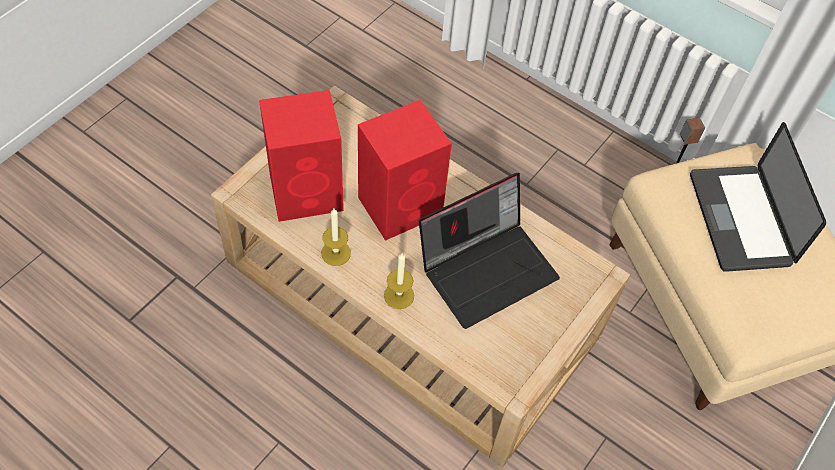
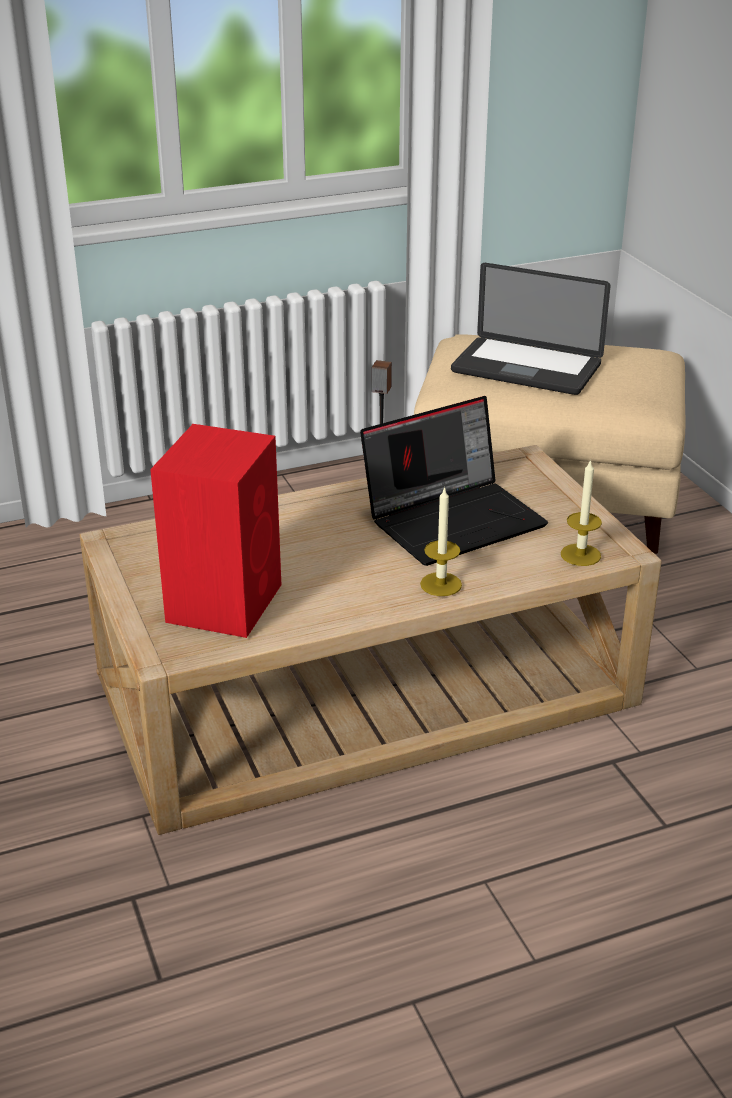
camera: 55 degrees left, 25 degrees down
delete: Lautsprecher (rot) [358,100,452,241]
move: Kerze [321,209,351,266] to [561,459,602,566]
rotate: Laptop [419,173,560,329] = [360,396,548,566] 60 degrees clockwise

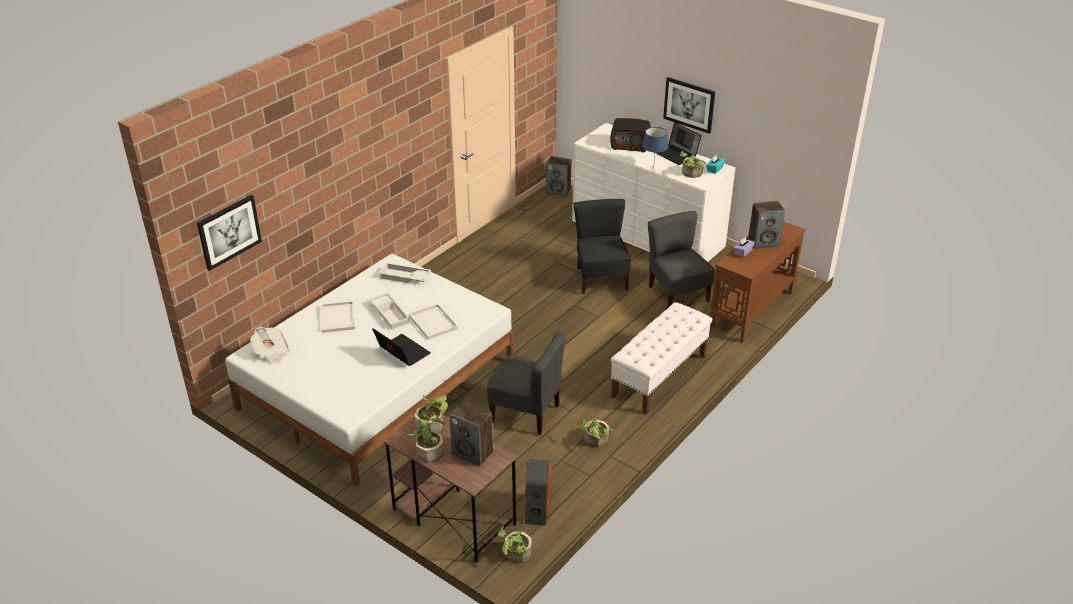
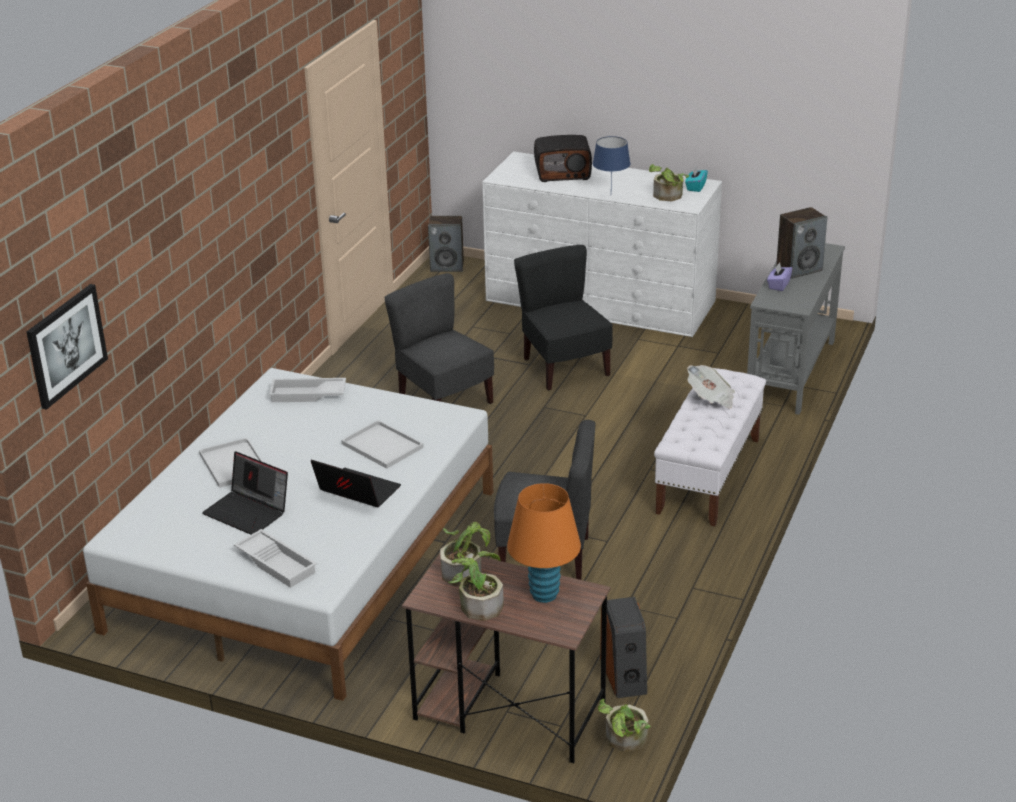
camera: 15 degrees left, 5 degrees down
delete: Topfpflanze [581,419,614,447]; Bild [663,77,715,134]
move: Zeitung [250,327,290,364] to [687,365,735,409]; Tablett (weiß) [370,292,410,329] to [234,529,317,588]; Stuhl (grau) [648,211,715,309] to [384,273,494,404]; Laptop [654,122,702,165] to [202,451,288,535]
replace: Lautsprecher [449,401,493,466] to Tischlampe (orange) [507,483,581,603]
recolor: Konsolentisch (braun) [710,222,806,343] to Konsolentisch (grau) [747,243,845,415]

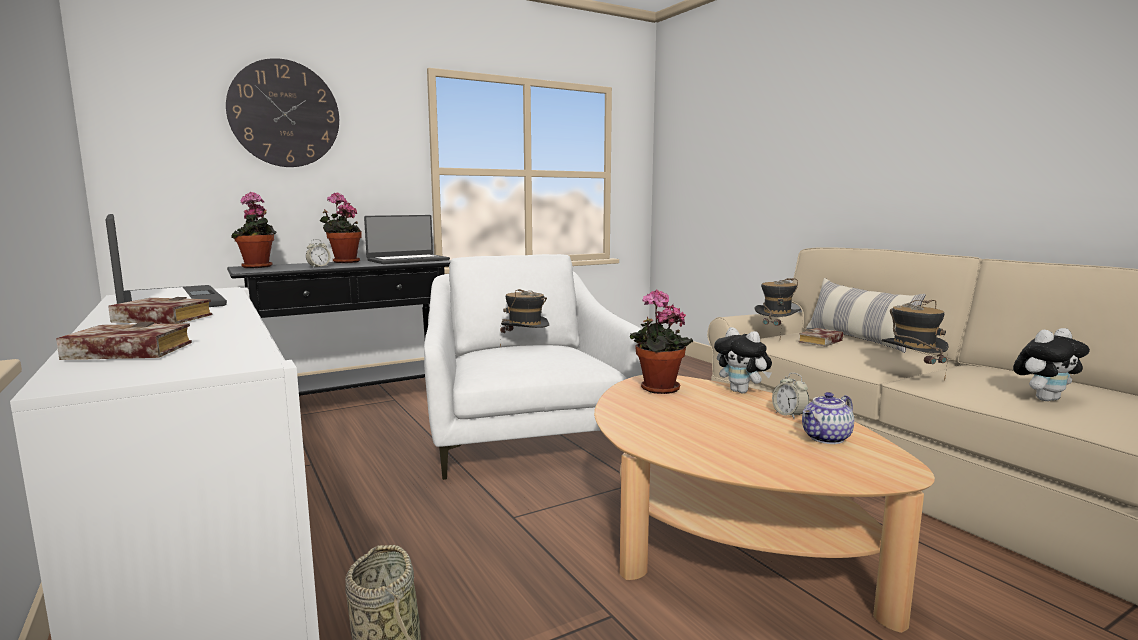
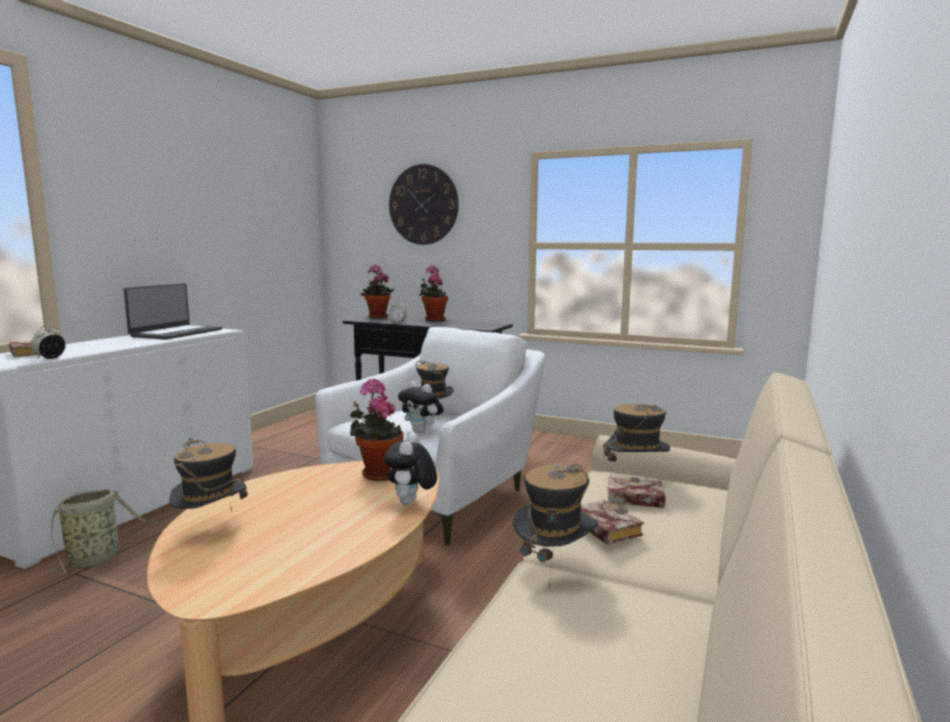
camera: 55 degrees right, 0 degrees up
delete: Laptop [364,215,450,264]; Teekanne [802,392,854,444]; Kissen [806,278,926,353]
insert: Hut [169,438,248,513]
move: Buch [108,297,212,324] to [581,500,644,545]; Wecker [772,373,809,419] to [31,325,65,359]; Plüschtier [1013,328,1090,401] to [398,381,444,433]

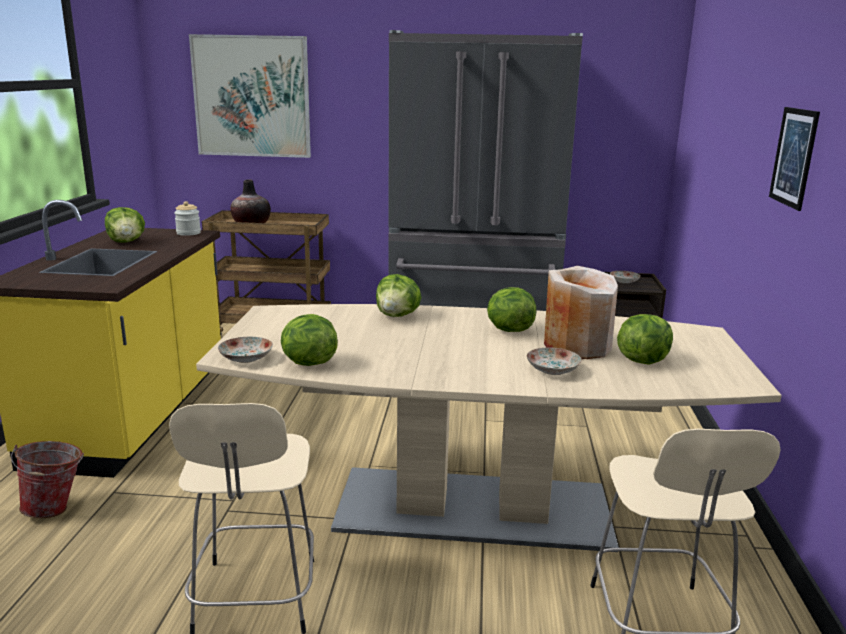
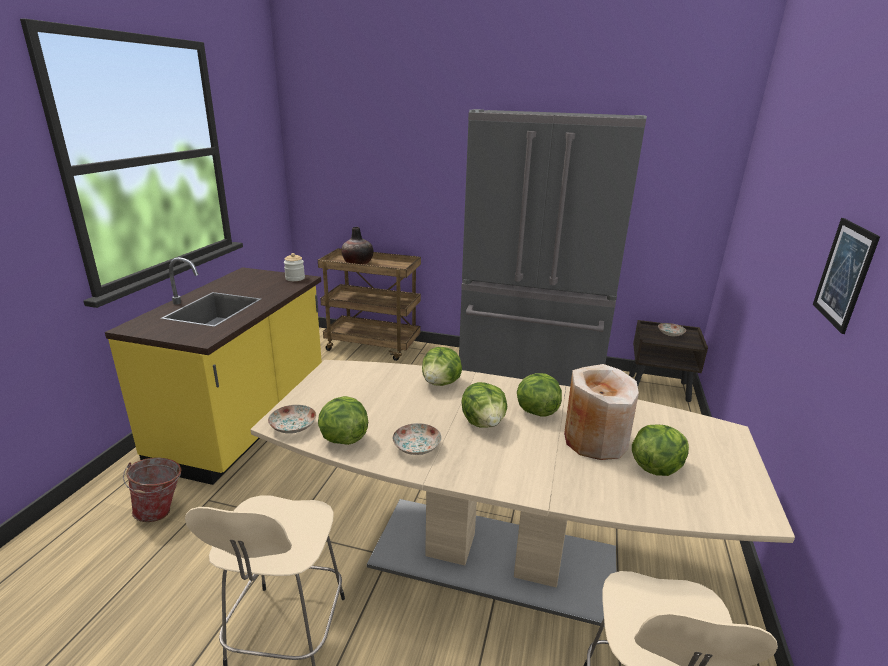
camera: 10 degrees right, 5 degrees up
delete: Bild [189,34,311,158]
move: Salatkopf [105,207,145,243] to [461,382,507,428]; Teller [527,347,581,375] to [392,423,442,455]

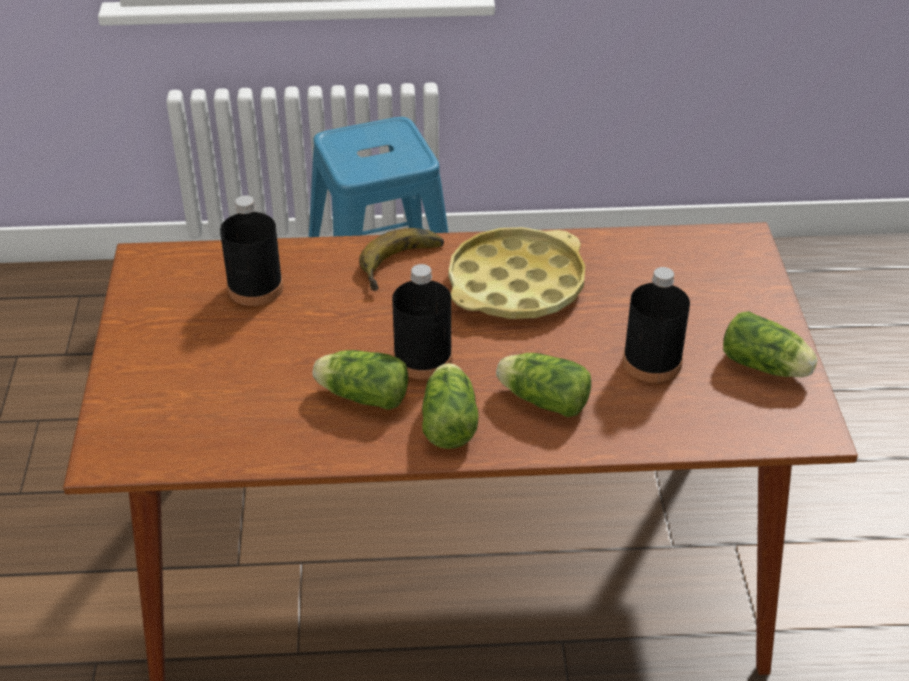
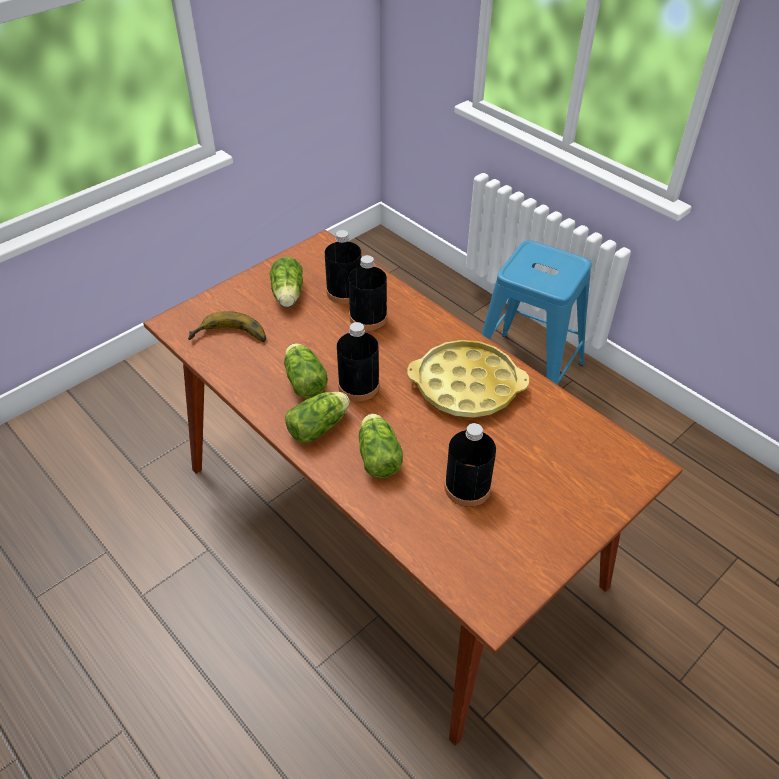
camera: 50 degrees right, 5 degrees up
insert: Flasche (schwarz) [349,255,387,331]
move: Banane [359,228,444,291] to [188,311,266,342]; Salatkopf [723,311,818,377] to [270,257,303,307]

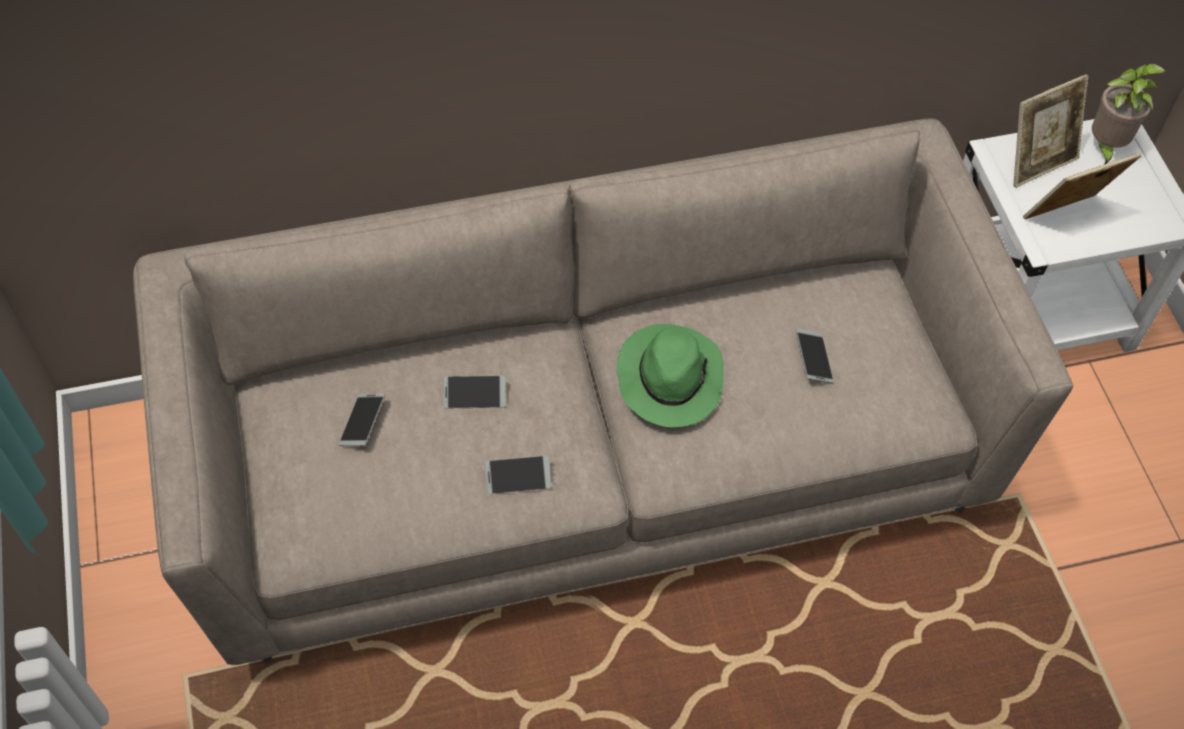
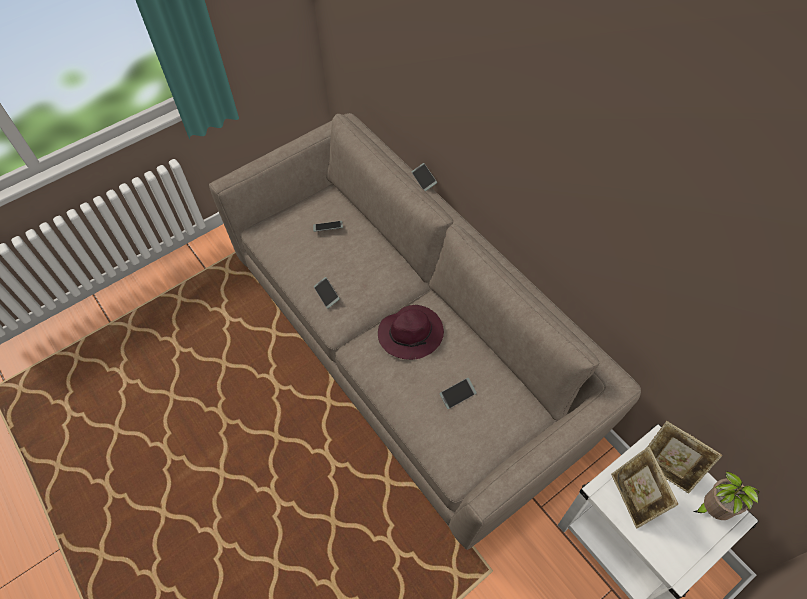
camera: 70 degrees right, 0 degrees up
move: Handy [444,376,506,408] to [412,163,437,192]
recolor: Hut (grün) [617,324,724,427] to Hut (lila) [378,305,444,360]
rotate: Bilderrahmen [1023,153,1141,219] = [611,447,678,529] 150 degrees counterclockwise

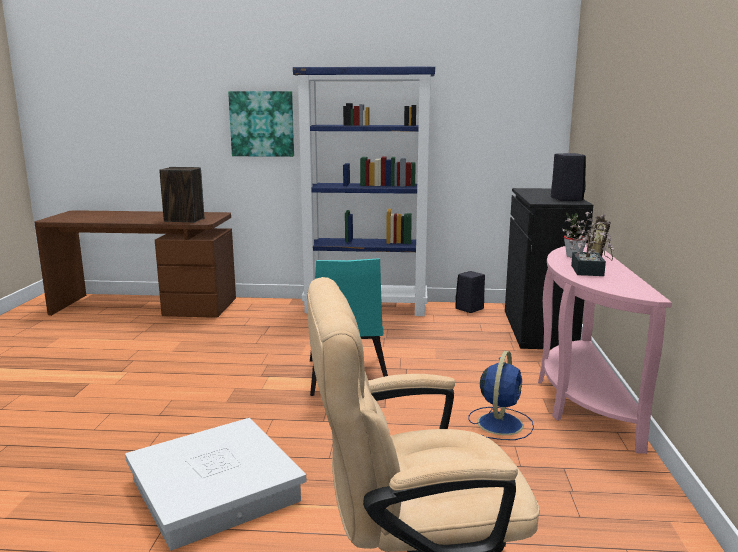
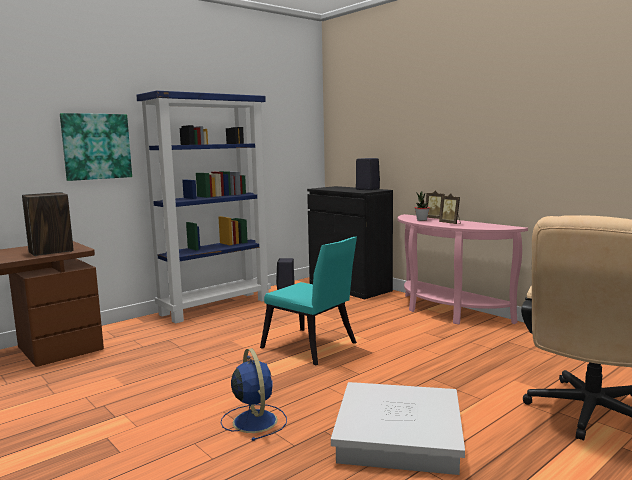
camera: 45 degrees left, 5 degrees down
move: Ventilator (blau) [469,351,534,440] to [221,348,287,441]
replace: Topfpflanze [562,211,614,276] to Bilderrahmen [439,193,461,224]

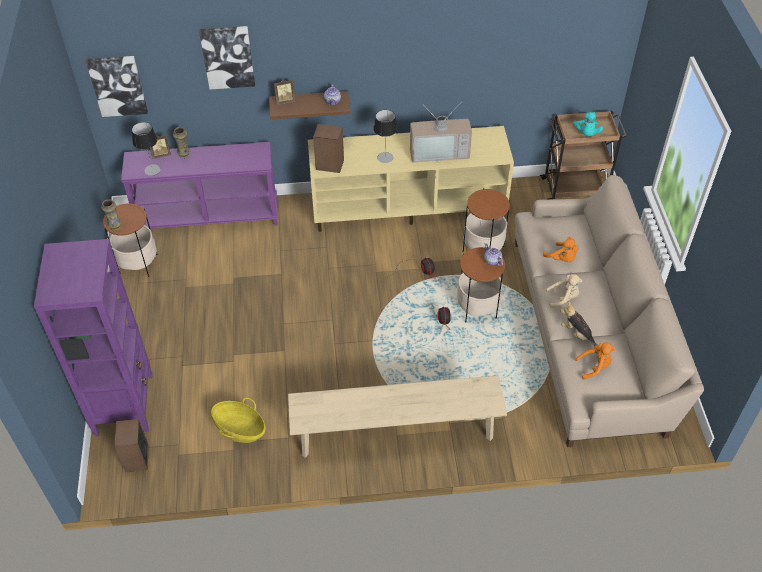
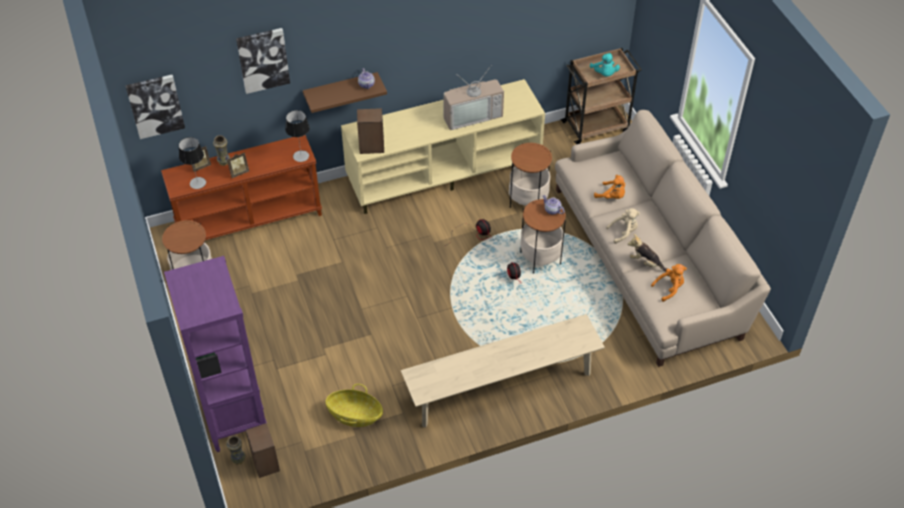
camera: 15 degrees left, 0 degrees up
move: Vase [101,199,121,231] to [226,436,245,465]; Bilderrahmen [274,80,296,105] to [227,152,249,178]; Tischlampe [373,110,398,163] to [285,110,310,162]
recolor: Konsolentisch (lila) [121,142,278,229] to Konsolentisch (braun) [161,135,322,240]

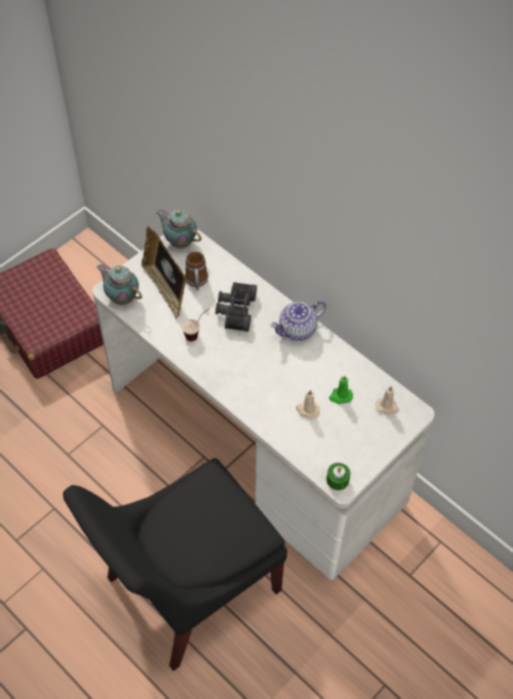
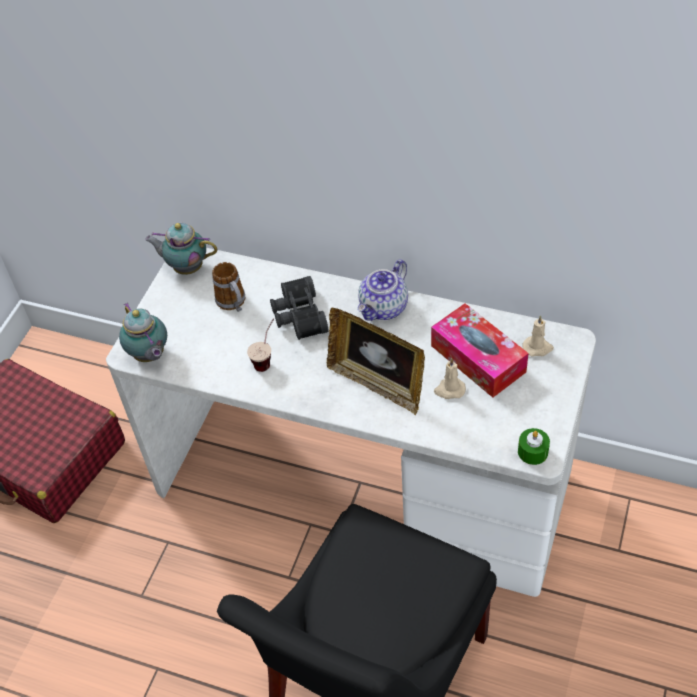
camera: 20 degrees left, 5 degrees down
move: Bilderrahmen [141,226,187,319] to [327,307,425,415]
replace: Kerze (grün) [329,375,353,404] to Taschentuchbox [431,303,529,398]
rotate: Teekanne [97,264,142,305] = [119,302,167,362] 135 degrees counterclockwise

